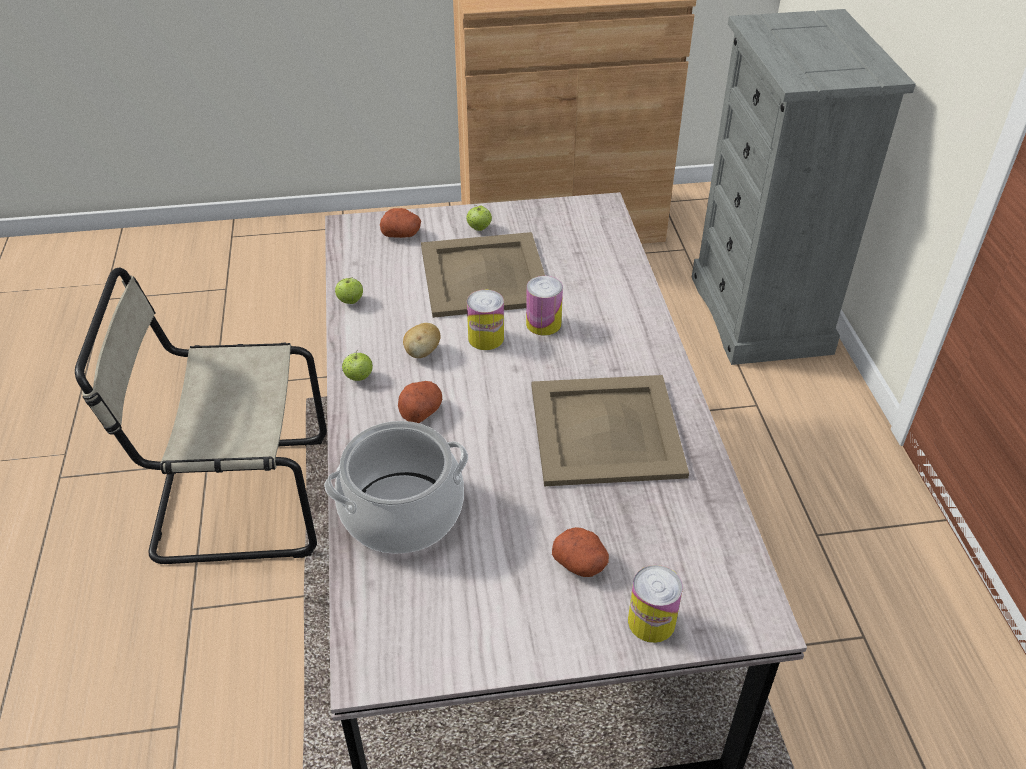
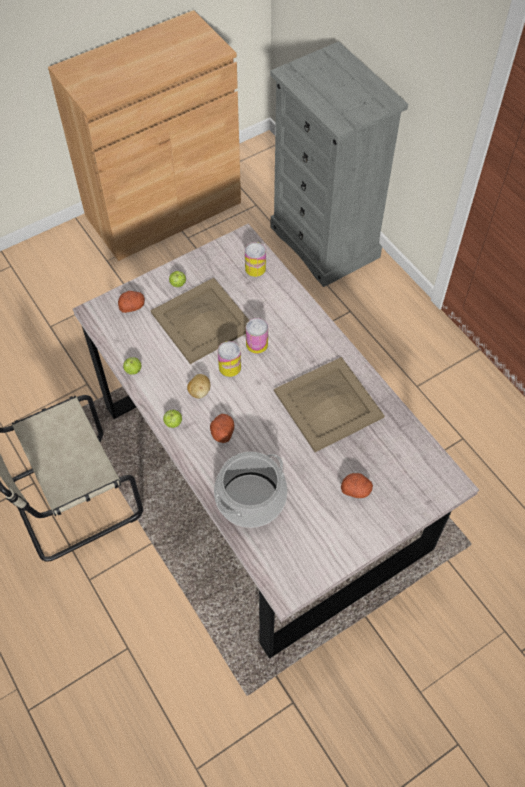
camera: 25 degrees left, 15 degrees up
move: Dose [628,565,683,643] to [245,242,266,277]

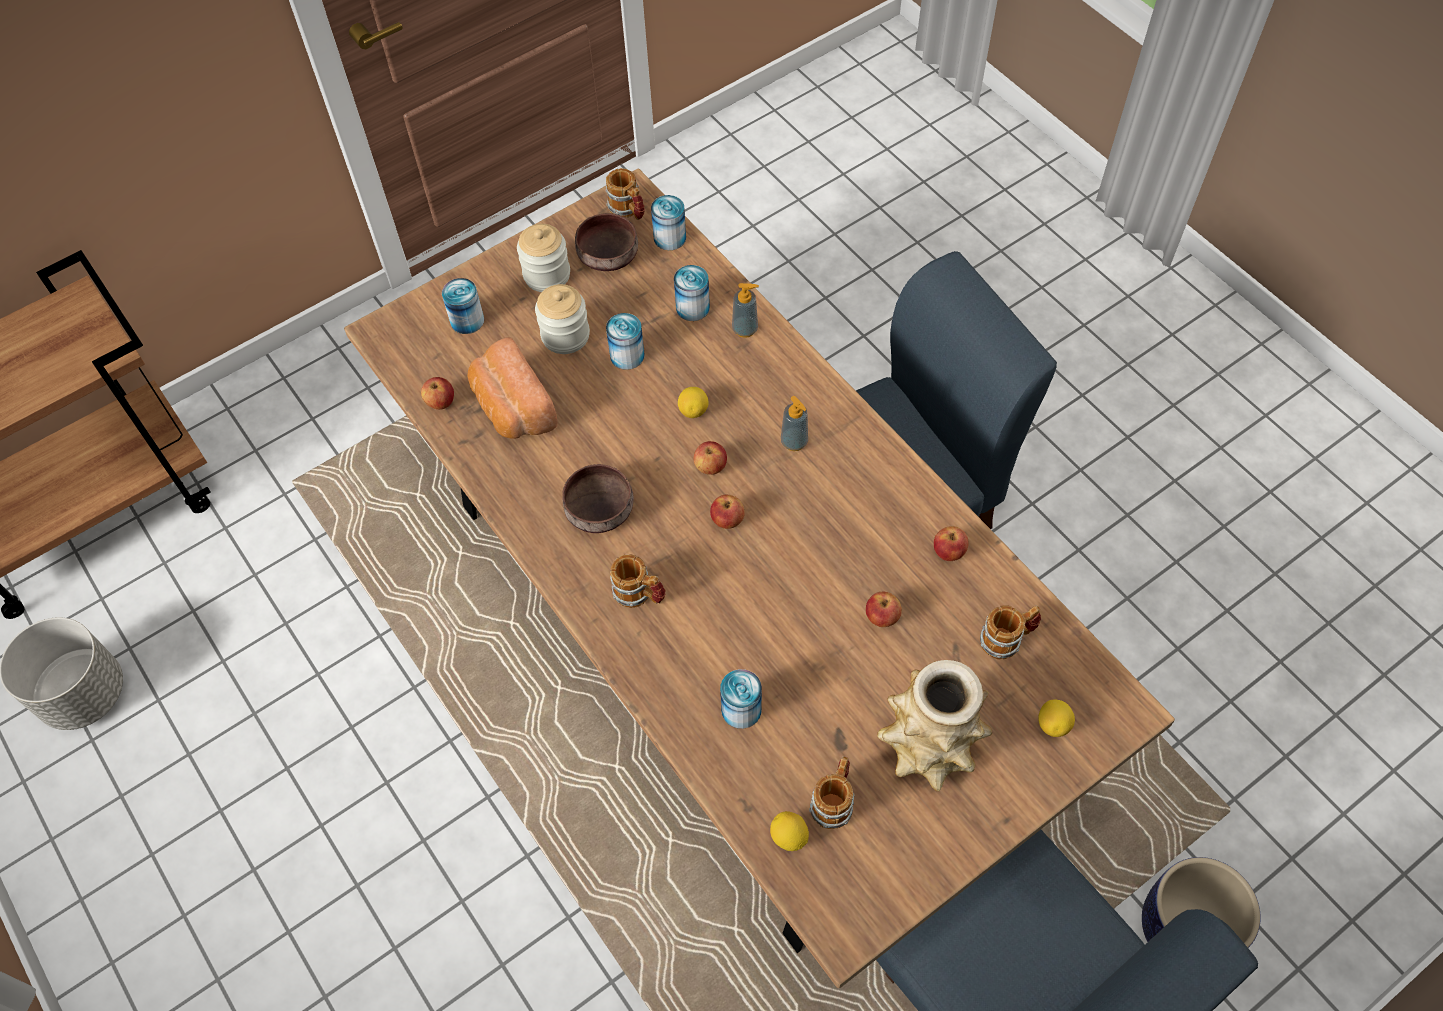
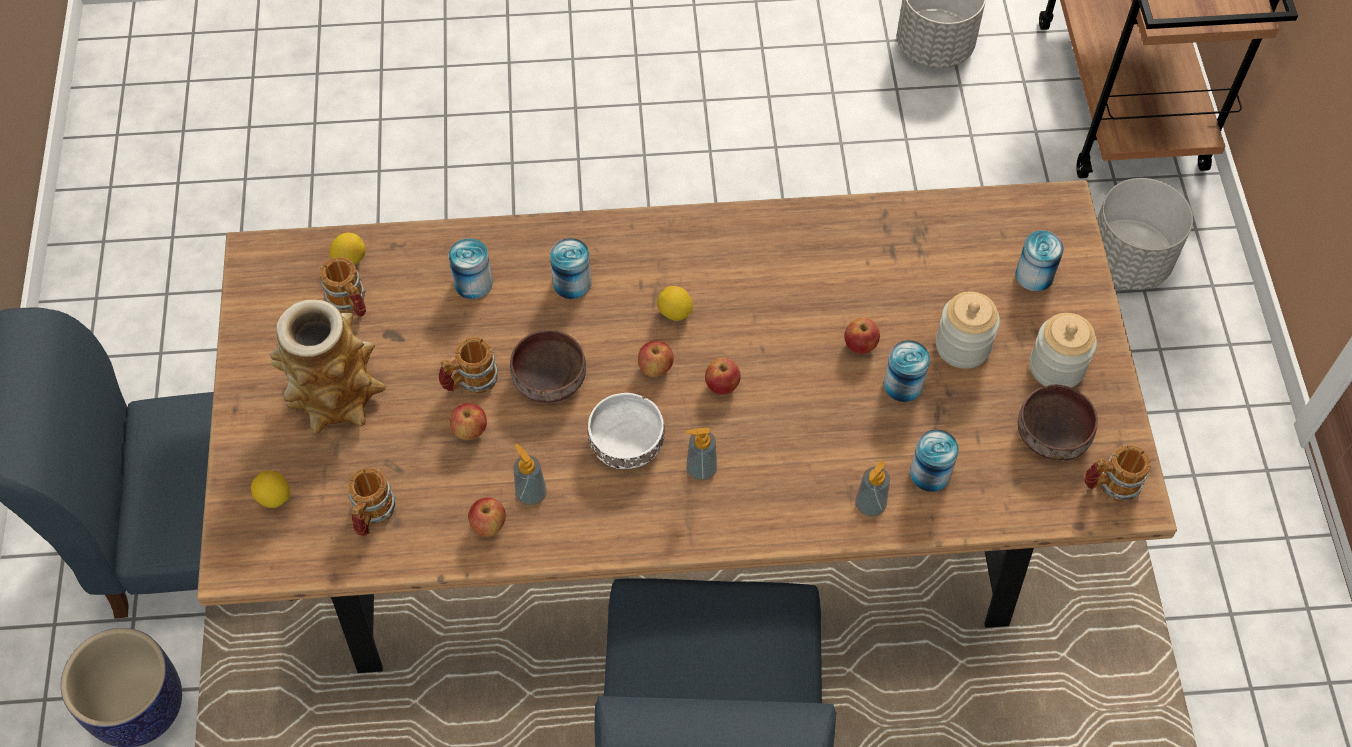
camera: 120 degrees right, 0 degrees up
delete: Brot [467,337,558,439]
insert: Seifenspender [514,444,547,506]; Schüssel (weiß) [588,393,665,469]; Pflanzkübel (grau) [1097,178,1193,290]
move: Apfel [421,377,454,410] to [844,317,880,354]; Schüssel (braun) [562,464,634,533] to [510,330,586,403]; Henkelbecher [610,554,666,608] to [439,337,498,394]; Dose [651,195,686,250] to [550,238,591,299]; Zitrone [678,387,709,418] to [657,286,693,321]

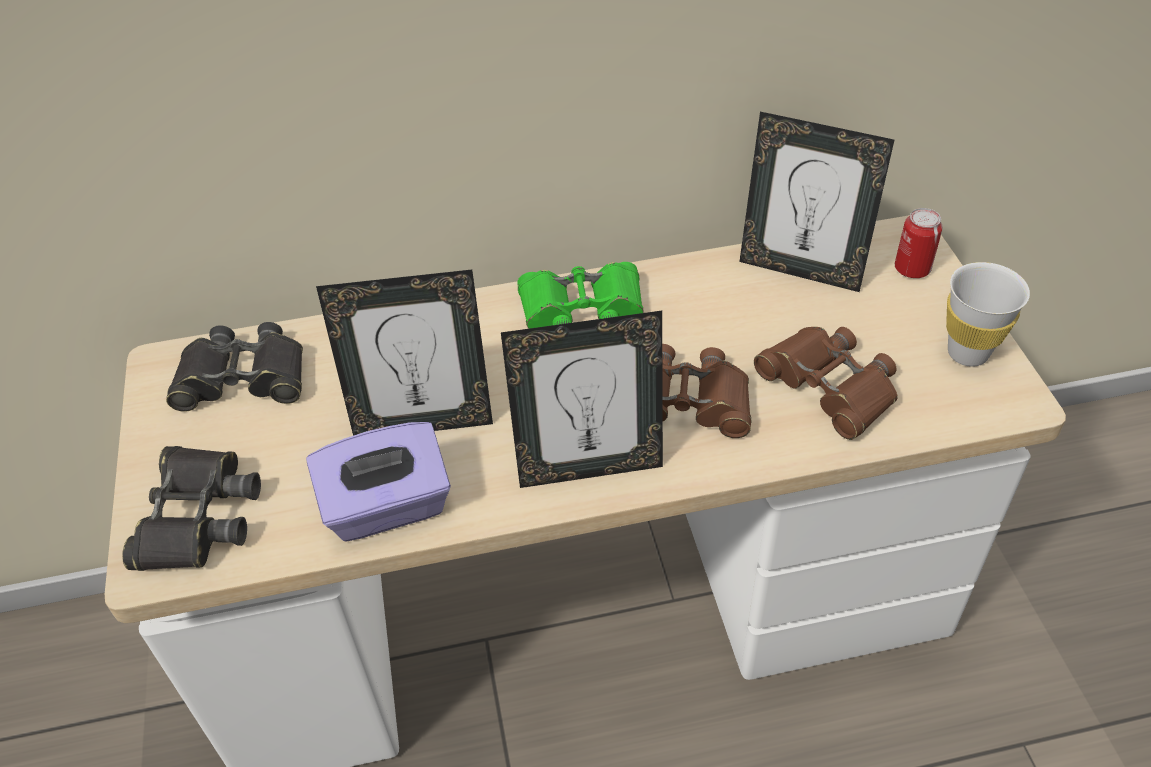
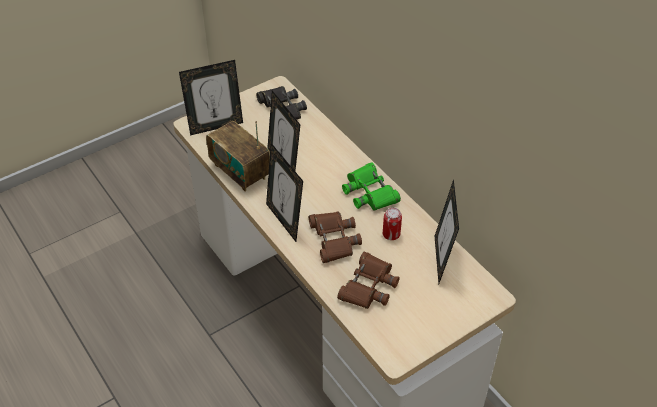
camera: 65 degrees right, 0 degrees up
delete: Tasse (weiß) [946,262,1030,367]
move: Dose [895,208,943,278] to [383,207,402,240]
replace: Fernglas (schwarz) [122,446,261,571] to Bilderrahmen [179,60,243,135]; Taschentuchbox (lila) [306,422,451,542] to Radio [206,121,270,191]

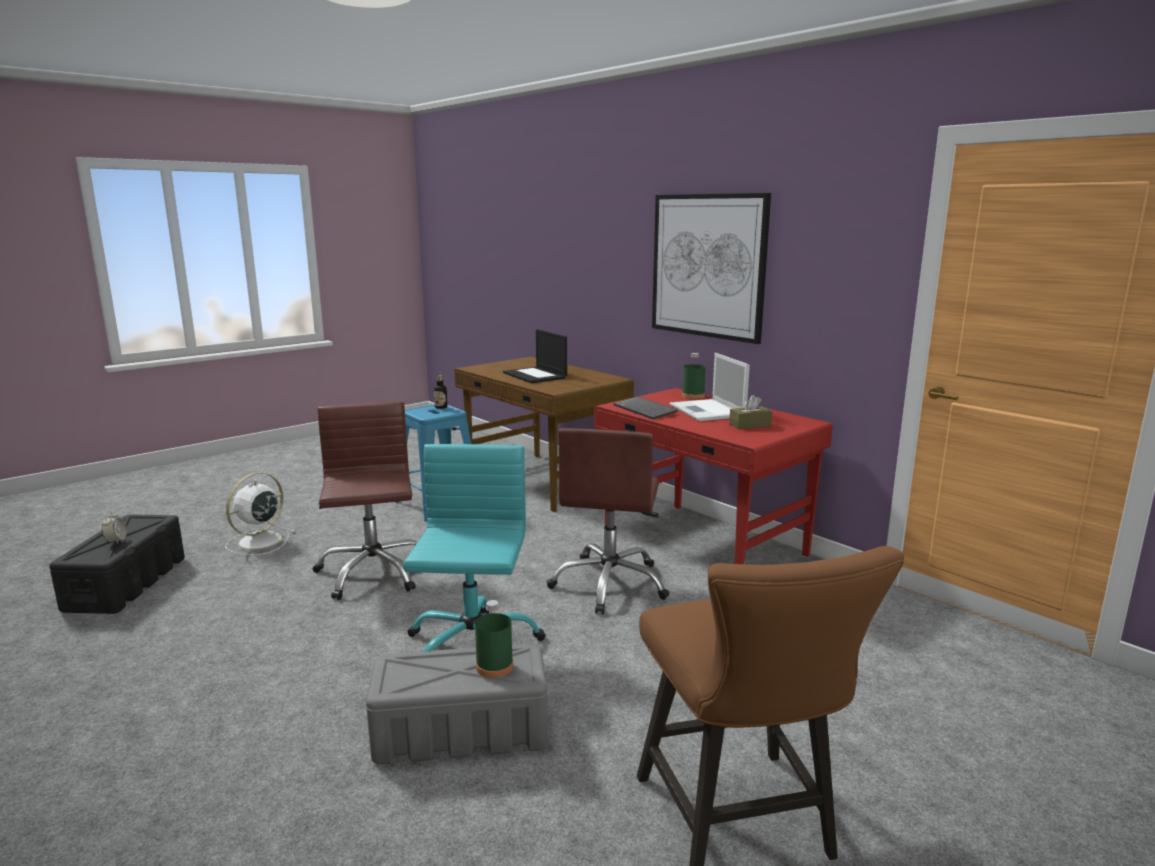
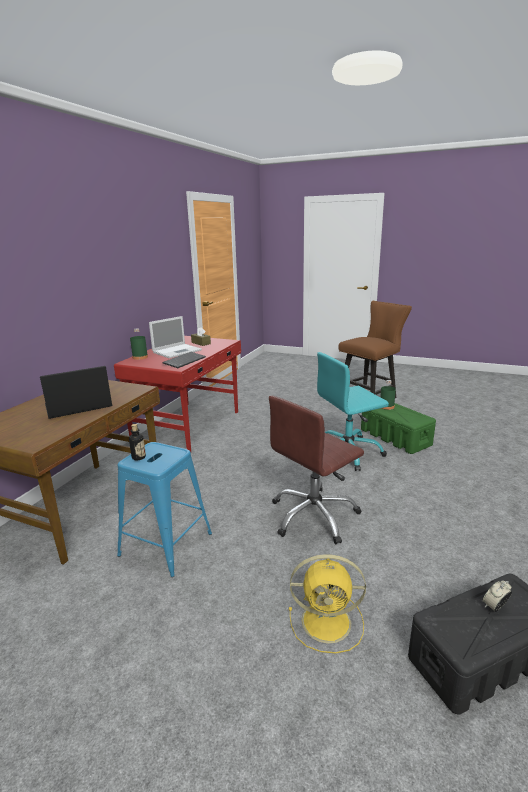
camera: 115 degrees left, 5 degrees up
delete: Bürostuhl (braun) [547,428,670,614]; Bild [652,193,771,344]
recolor: Ventilator (weiß) [225,472,295,555] to Ventilator (gelb) [289,554,366,653]; Aufbewahrungsbox (grau) [366,644,548,764] to Aufbewahrungsbox (grün) [361,403,436,454]
rotate: Laptop [503,329,567,383] = [40,366,113,419] 150 degrees counterclockwise

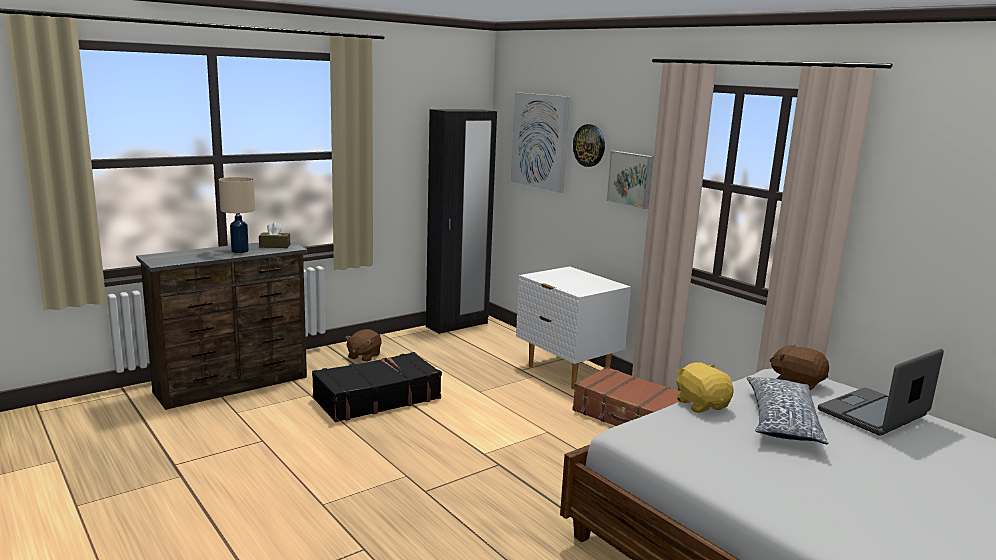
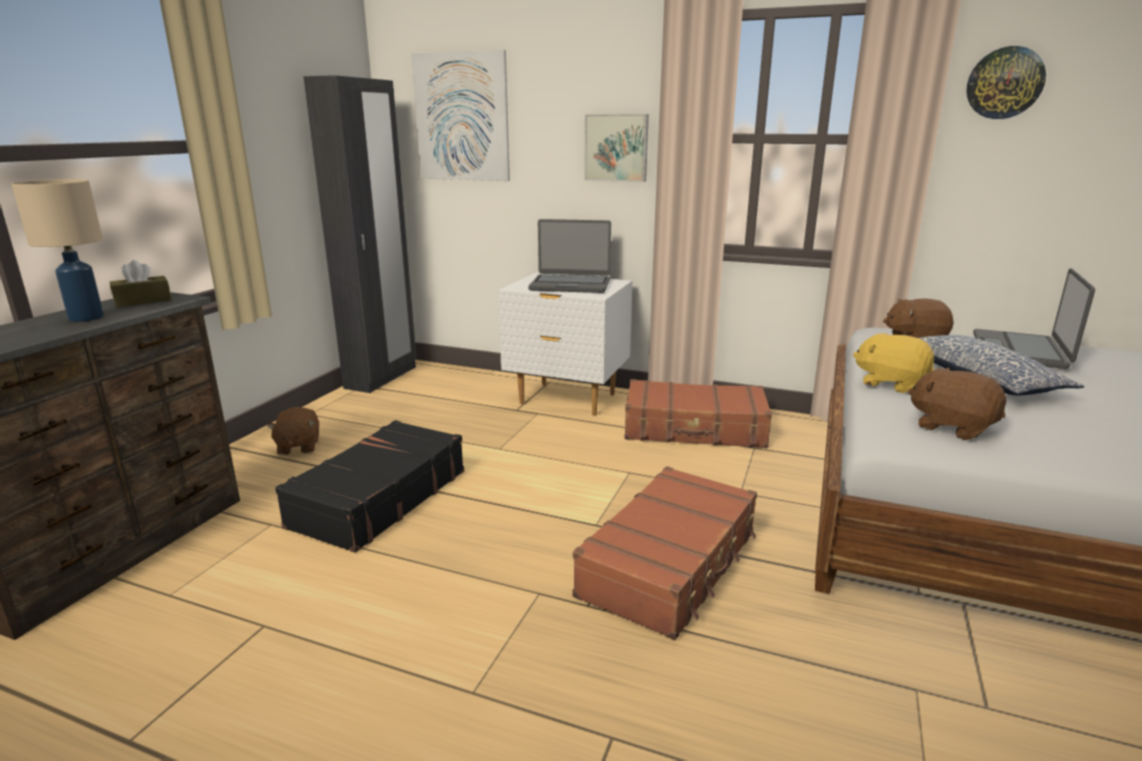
camera: 30 degrees left, 5 degrees up
insert: Laptop [528,219,611,293]; Koffer (braun) [572,466,757,640]; Plüschtier (braun) [908,367,1006,440]
move: Wanduhr [573,124,605,167] to [967,46,1046,119]

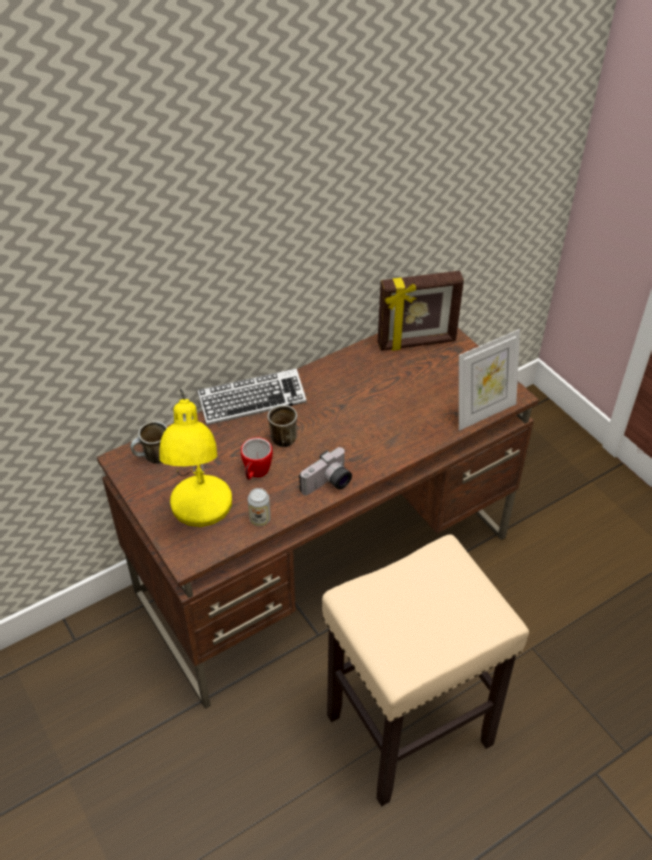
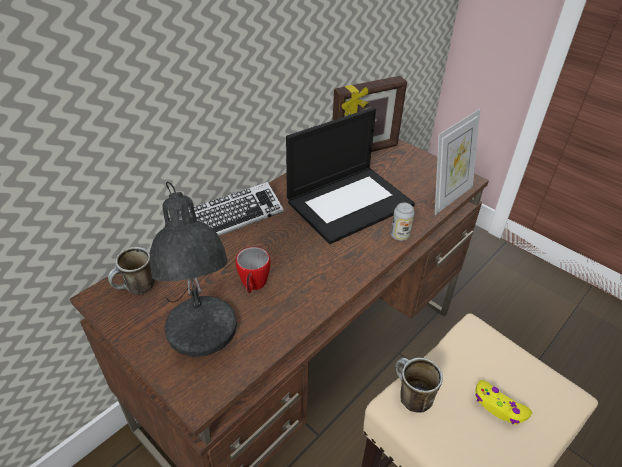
camera: 15 degrees left, 5 degrees down
delete: Kamera [299,447,352,495]
insert: Laptop [286,107,415,244]; Gamepad (gelb) [475,380,532,425]
move: Dose [248,488,271,526] to [391,203,415,241]; Henkelbecher [267,405,297,447] to [396,358,443,413]
recolor: Tischlampe (gelb) [159,389,232,527] to Tischlampe (grau) [150,182,237,357]

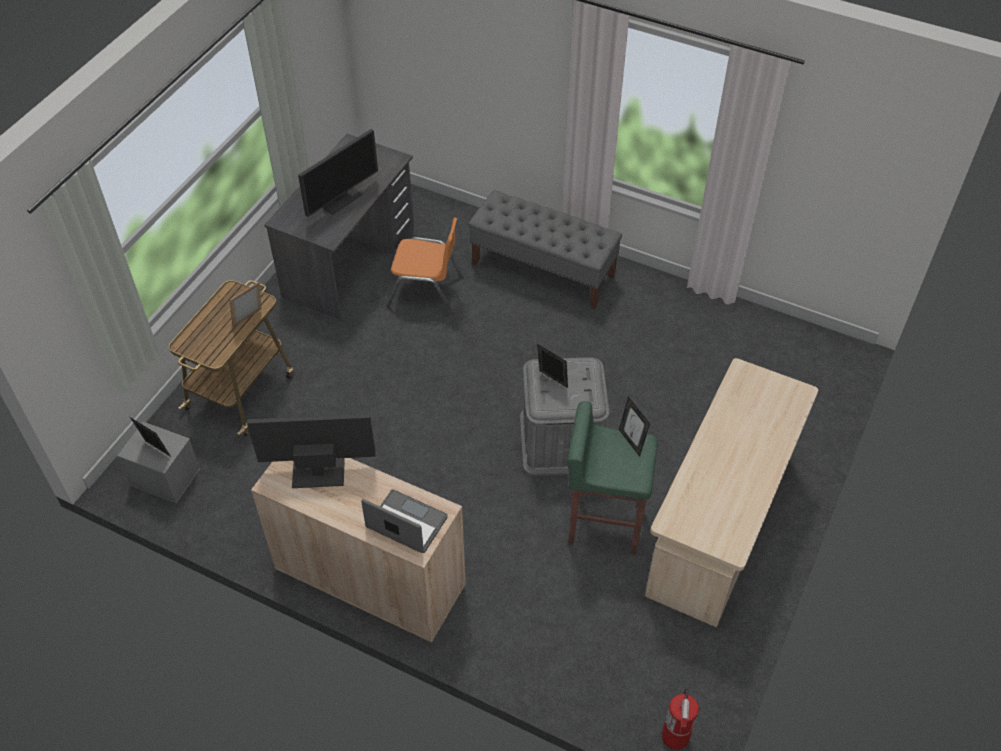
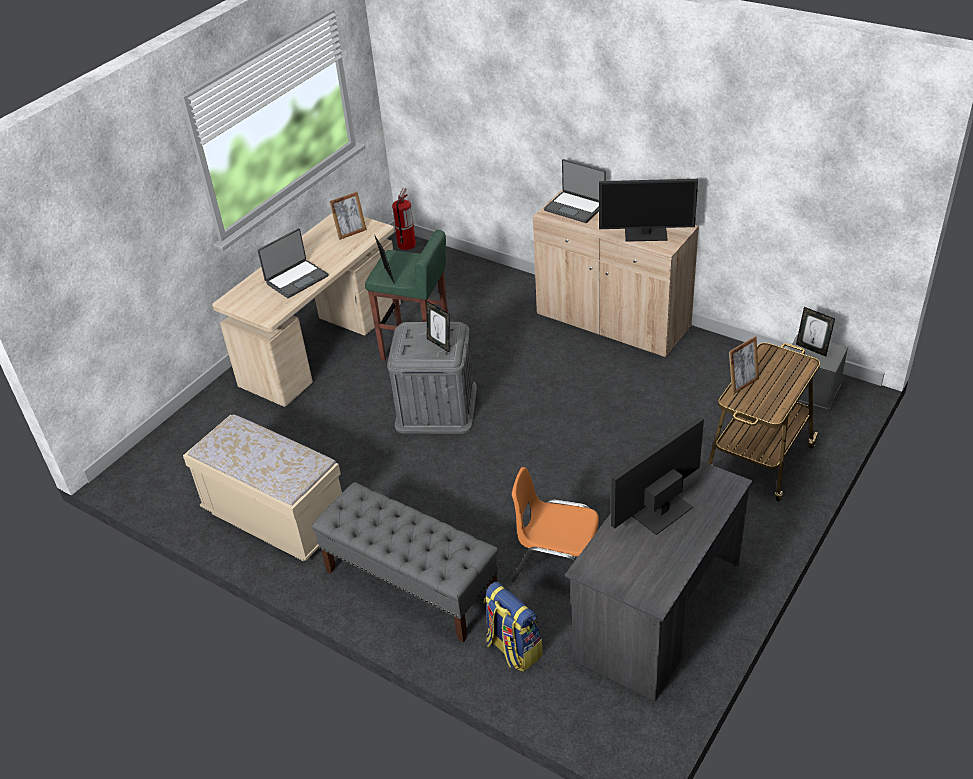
camera: 170 degrees left, 10 degrees down
insert: Bank (beige) [183,414,342,561]; Laptop [257,228,329,298]; Bilderrahmen [329,192,367,240]; Rucksack [484,582,543,672]

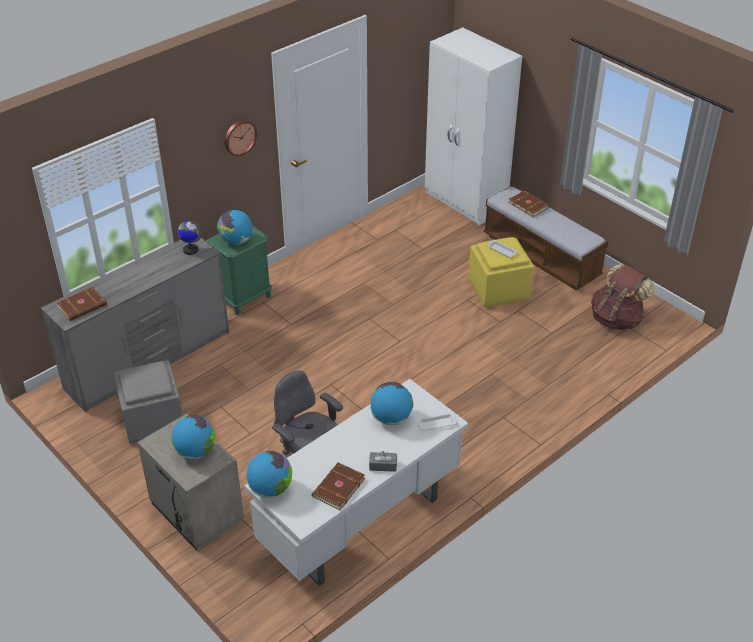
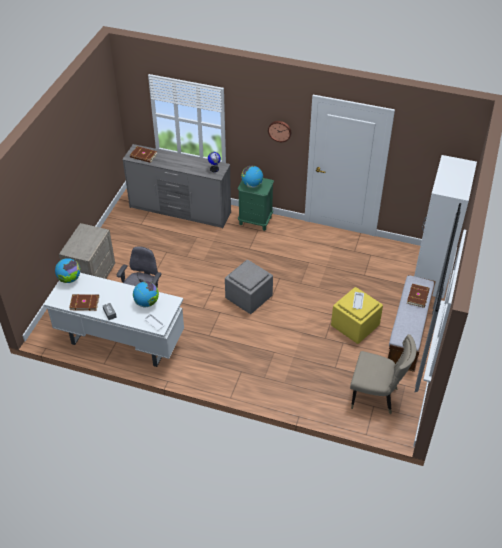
camera: 60 degrees right, 5 degrees up
delete: Globus [172,415,215,459]
move: Polsterhocker (grau) [113,360,183,443] to [225,260,273,314]
replace: Rucksack (braun) [591,264,655,330] to Stuhl (beige) [350,334,417,414]

